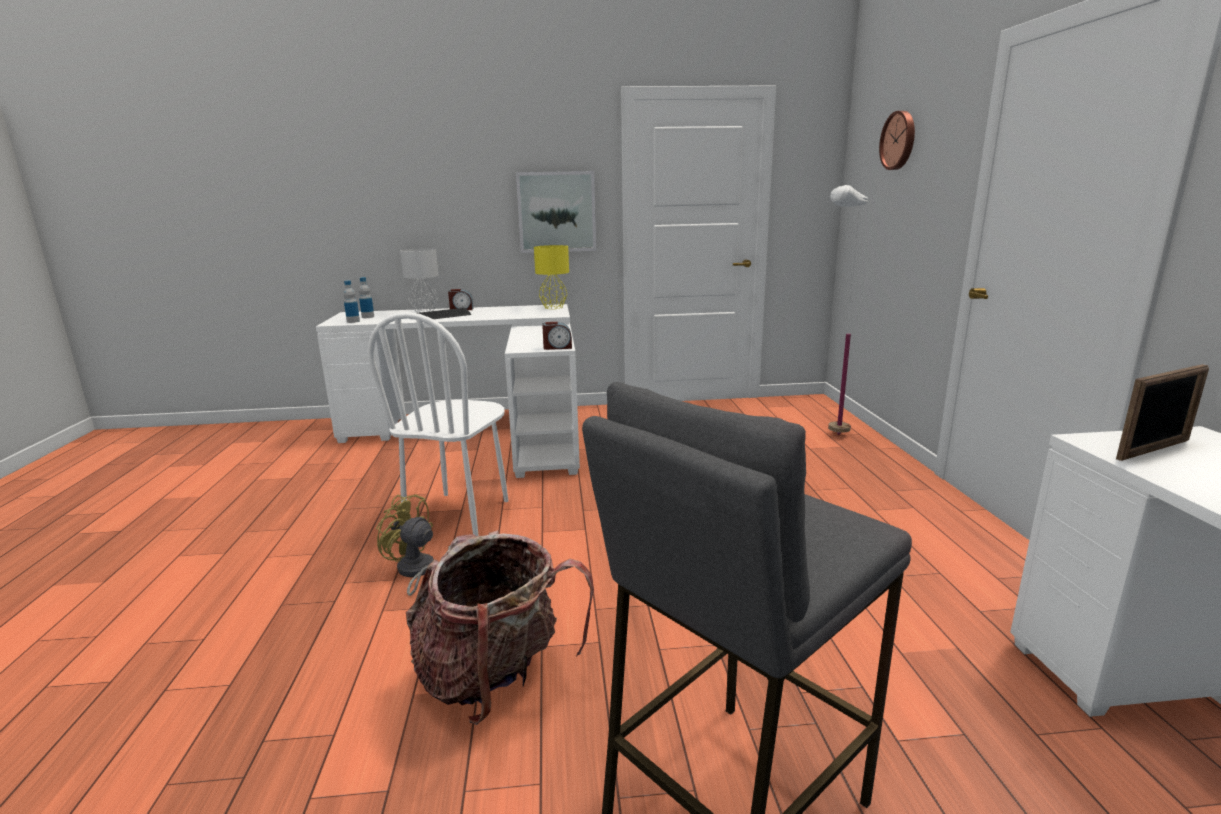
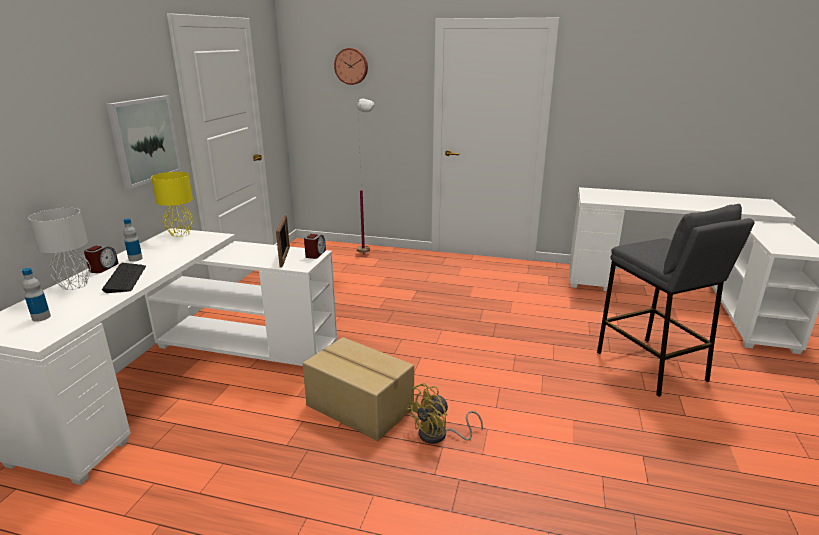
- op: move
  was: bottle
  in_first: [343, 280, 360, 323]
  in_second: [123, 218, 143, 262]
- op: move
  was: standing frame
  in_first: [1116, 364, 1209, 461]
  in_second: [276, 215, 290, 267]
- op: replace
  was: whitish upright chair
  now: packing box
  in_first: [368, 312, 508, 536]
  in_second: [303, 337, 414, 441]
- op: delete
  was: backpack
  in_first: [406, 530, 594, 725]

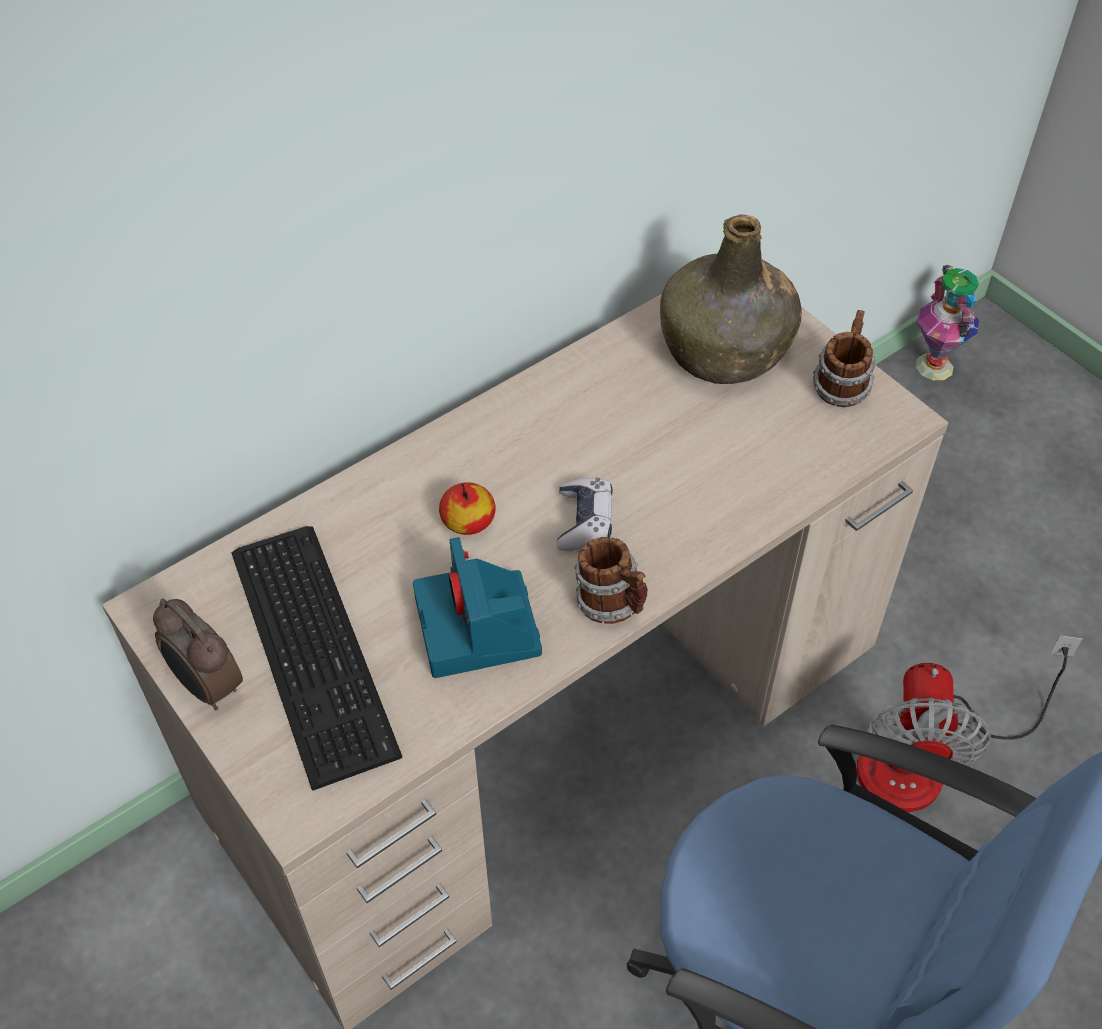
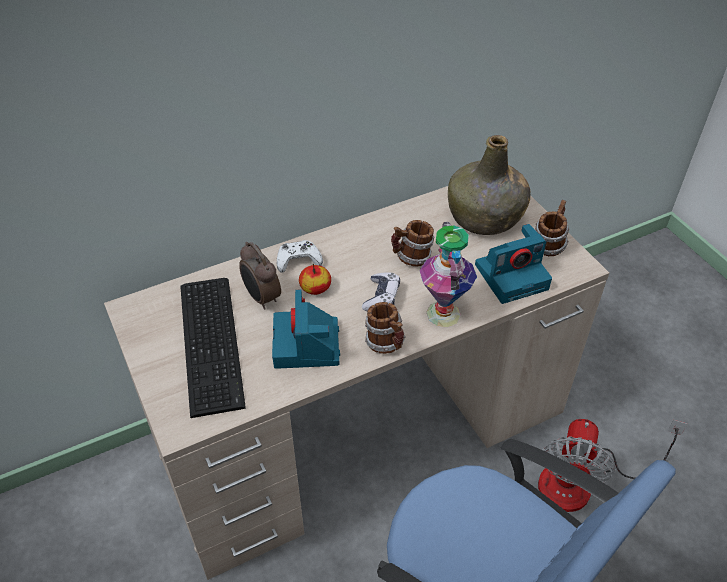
- op: move
  was: alarm clock
  in_first: [153, 599, 243, 710]
  in_second: [239, 242, 281, 310]
- op: insert
  now: whitish game controller
  in_second: [277, 240, 323, 273]
- op: insert
  now: tea mug
  in_second: [391, 220, 434, 267]
- op: move
  was: flower vase
  in_first: [915, 265, 979, 380]
  in_second: [419, 222, 477, 327]
- op: insert
  now: photo camera
  in_second: [475, 224, 552, 304]

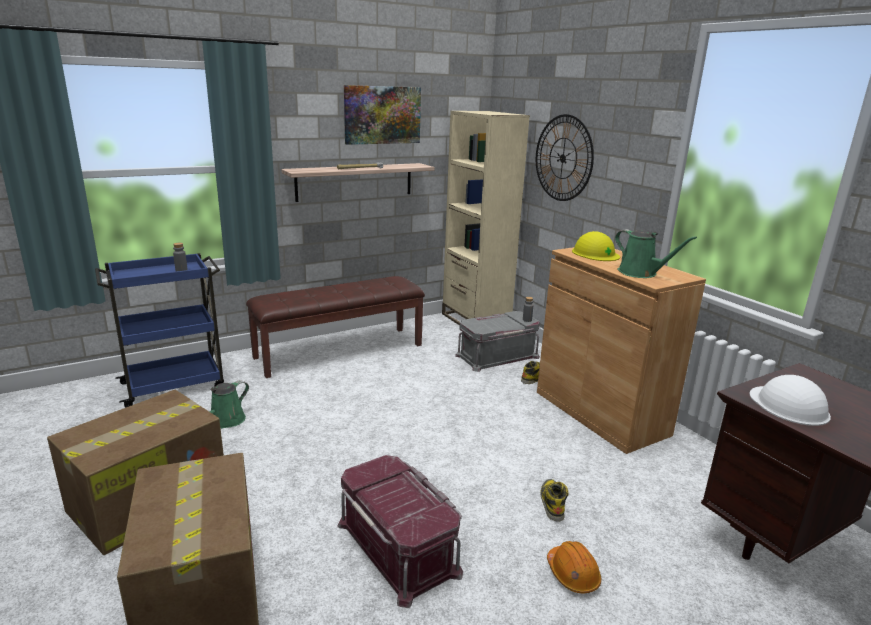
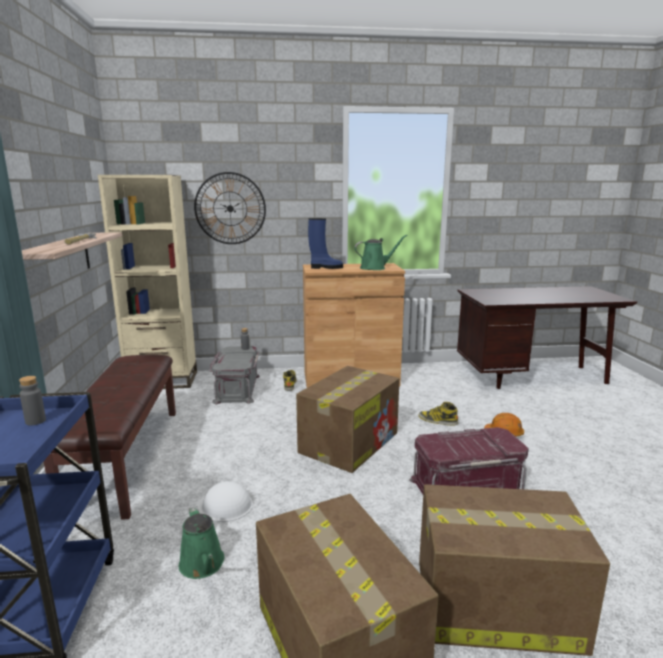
- op: move
  was: whitish hard hat
  in_first: [749, 375, 831, 426]
  in_second: [195, 481, 253, 522]
- op: insert
  now: packing box
  in_second: [296, 366, 400, 473]
- op: replace
  was: yellowish hard hat
  now: blue tall boot
  in_first: [572, 231, 620, 261]
  in_second: [308, 218, 343, 269]
- op: delete
  was: picture
  in_first: [344, 85, 421, 145]

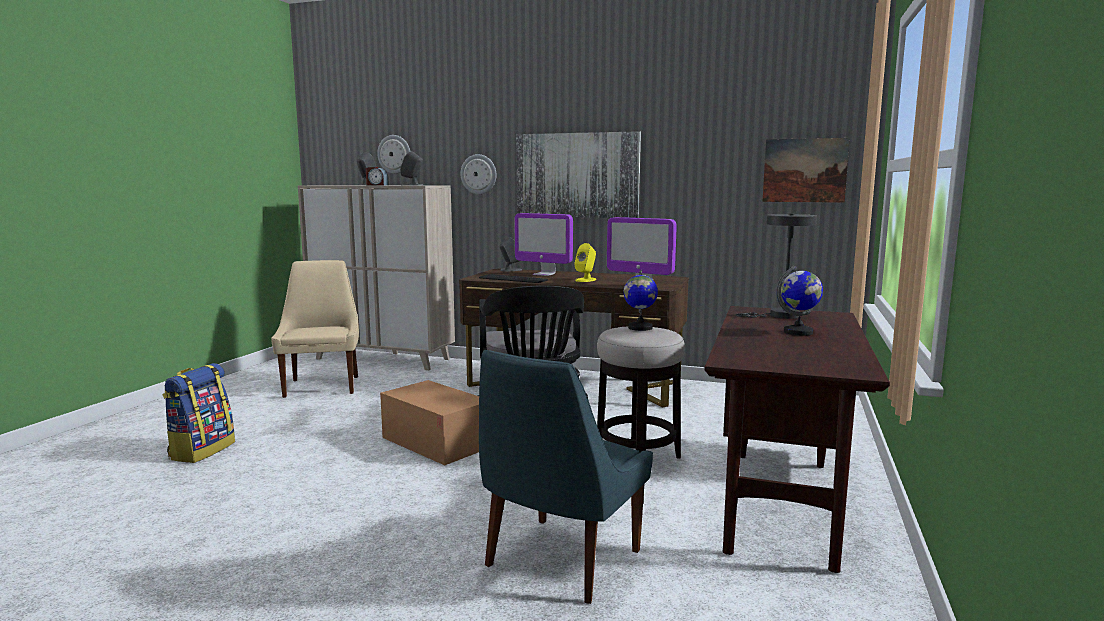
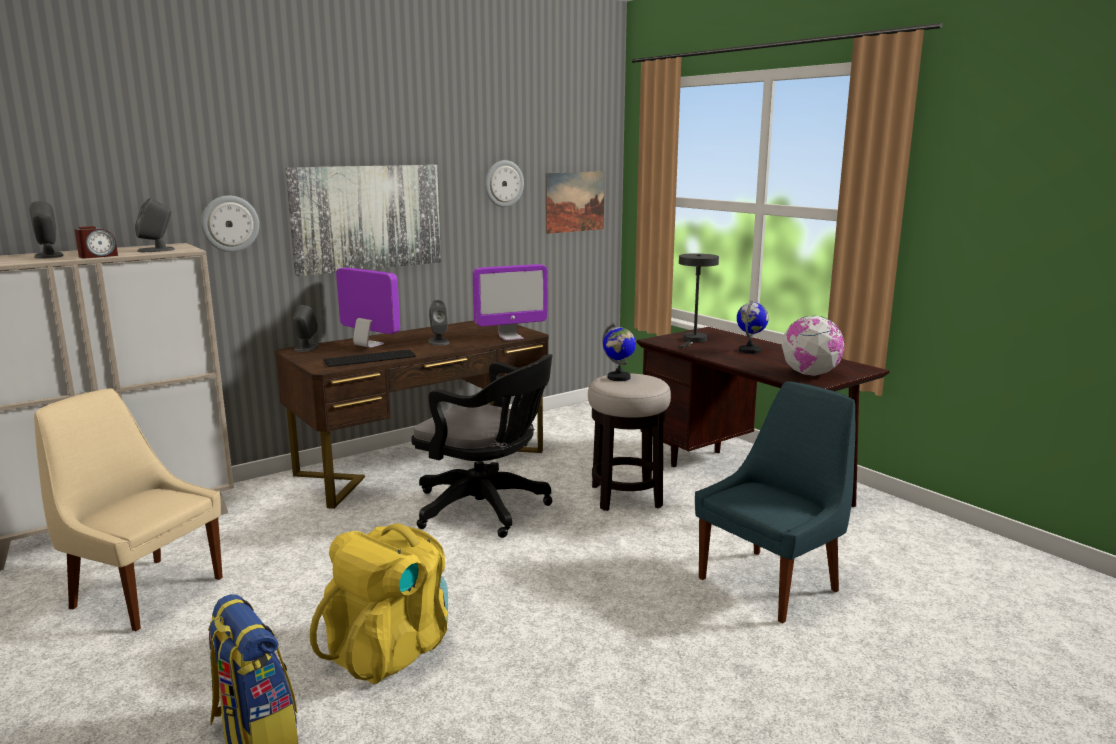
- op: insert
  now: yellowish backpack
  in_second: [310, 523, 448, 684]
- op: rotate
  was: monitor
  in_first: [515, 213, 573, 276]
  in_second: [336, 267, 400, 348]
  clockwise: -120
- op: recolor
  was: yellowish loudspeaker
  now: grey loudspeaker
  in_first: [574, 243, 596, 282]
  in_second: [428, 300, 449, 346]
- op: move
  was: wall clock
  in_first: [377, 135, 410, 174]
  in_second: [485, 160, 524, 207]
- op: rotate
  was: blue upright chair
  in_first: [479, 350, 653, 604]
  in_second: [695, 381, 855, 624]
  clockwise: -105
- op: insert
  now: world globe
  in_second: [782, 316, 844, 376]
- op: delete
  was: packing box
  in_first: [380, 380, 479, 465]

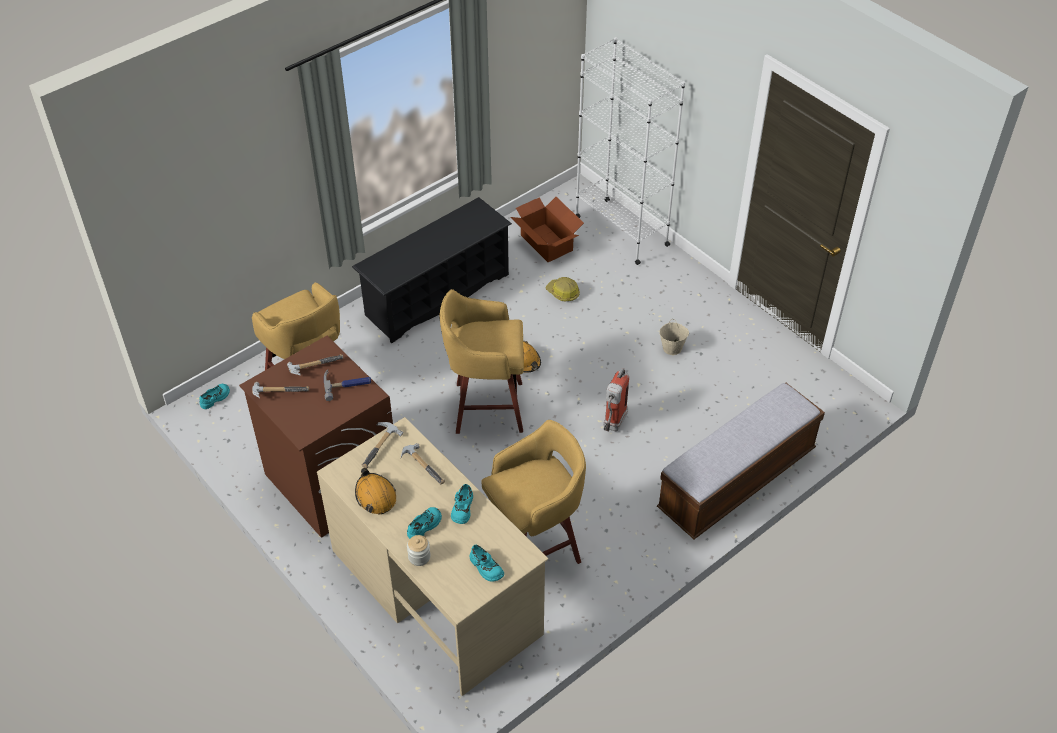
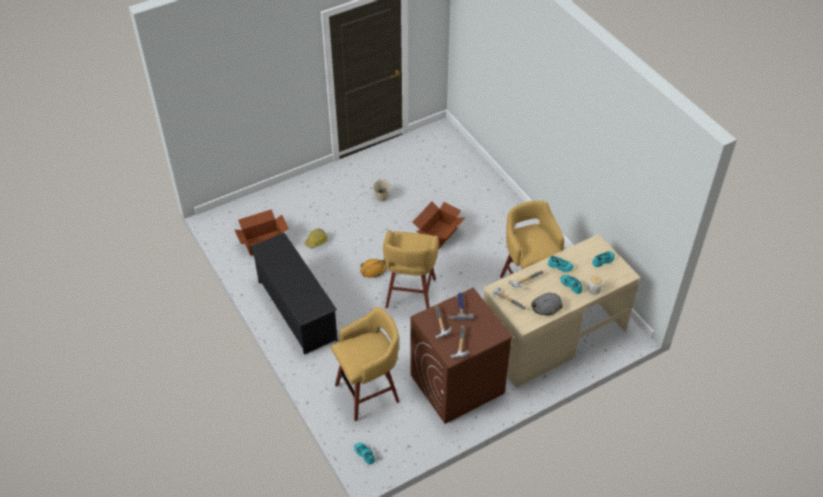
- op: replace
  was: fire extinguisher
  now: packing box
  in_first: [603, 368, 629, 431]
  in_second: [413, 202, 465, 250]
- op: recolor
  was: orange-coloured hard hat
  now: grey hard hat
  in_first: [355, 468, 396, 514]
  in_second: [531, 293, 563, 315]
- op: delete
  was: whitish bookshelf
  in_first: [576, 37, 685, 265]
- op: delete
  was: long seat
  in_first: [657, 383, 825, 539]

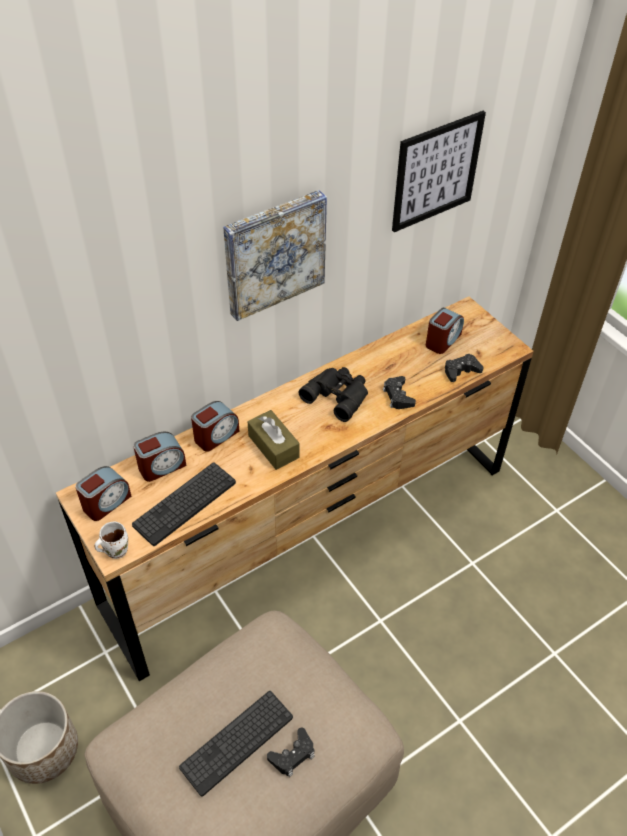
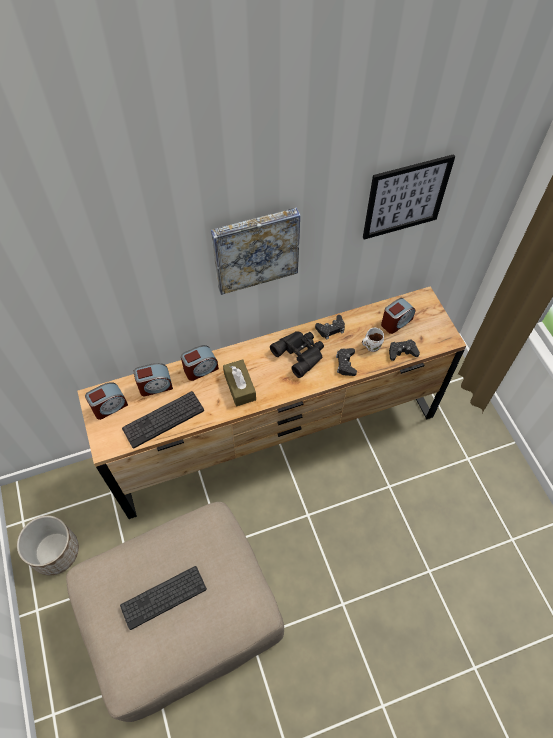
- op: move
  was: blackish game controller
  in_first: [267, 727, 314, 777]
  in_second: [315, 315, 345, 340]
- op: move
  was: whitish tea mug
  in_first: [94, 522, 128, 559]
  in_second: [362, 328, 384, 352]

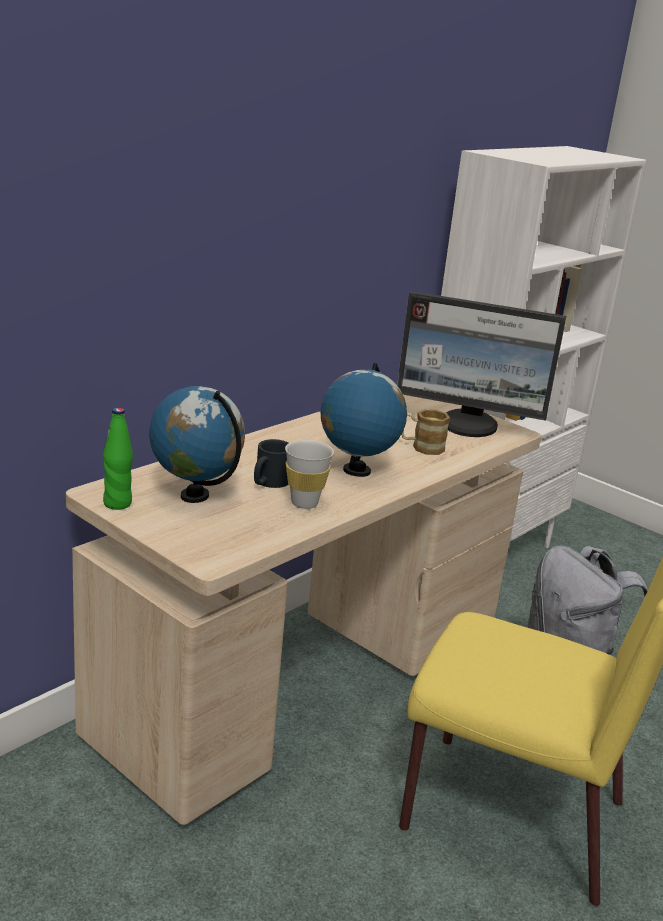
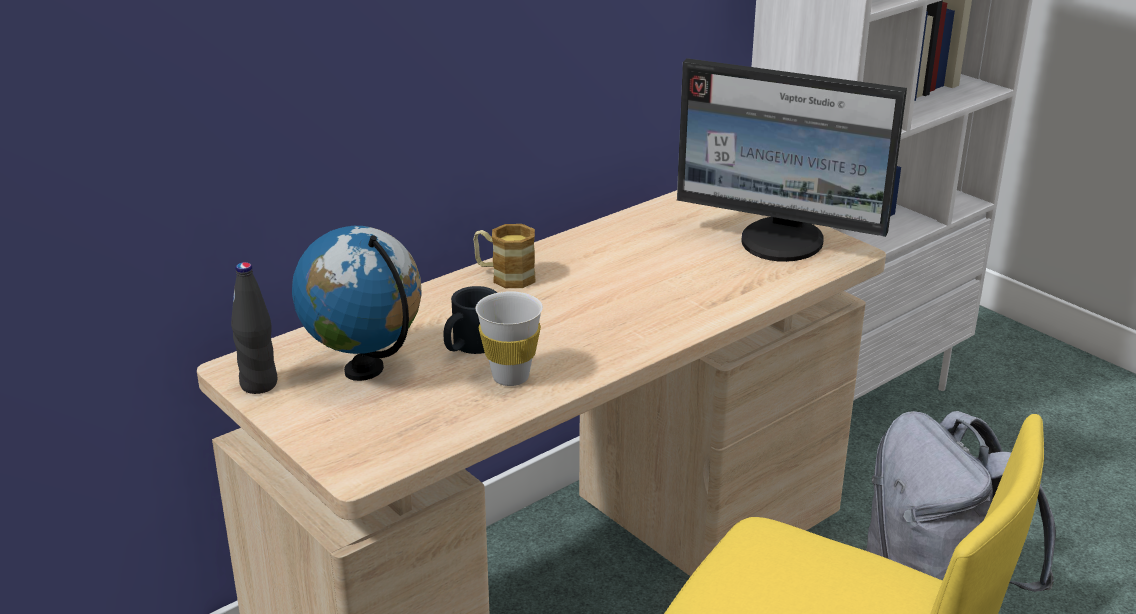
- op: recolor
  was: green-coloured bottle
  now: blackish bottle
  in_first: [103, 408, 133, 510]
  in_second: [231, 262, 277, 394]
- op: move
  was: tea mug
  in_first: [401, 409, 450, 455]
  in_second: [473, 224, 535, 288]
- op: delete
  was: world globe
  in_first: [320, 363, 407, 477]

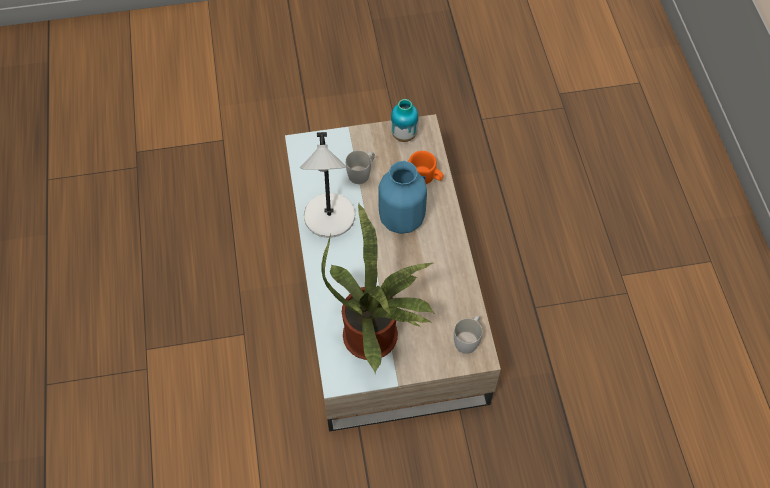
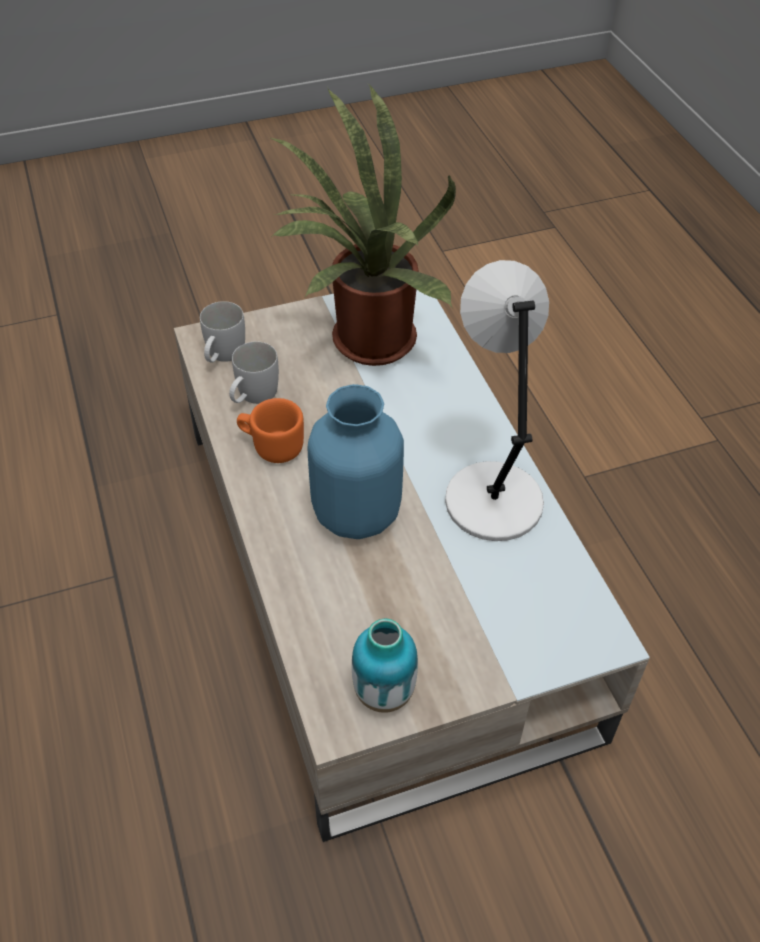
- op: move
  was: whitish tea mug
  in_first: [346, 150, 375, 184]
  in_second: [229, 342, 279, 404]
- op: move
  was: orange-coloured tea mug
  in_first: [409, 151, 443, 184]
  in_second: [237, 398, 304, 463]

